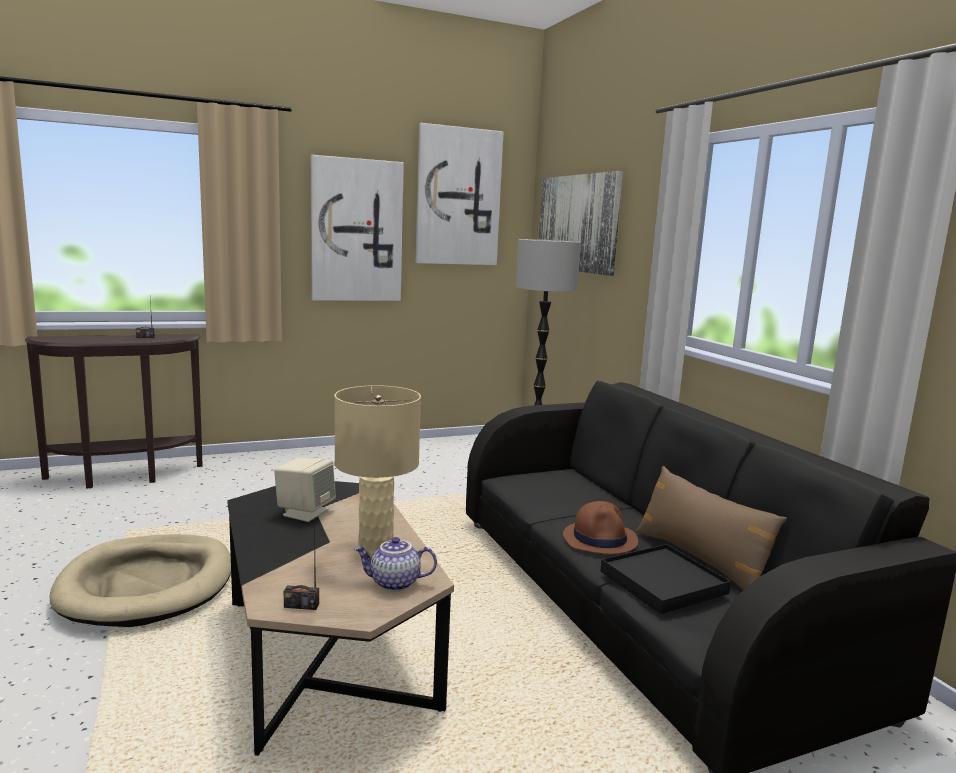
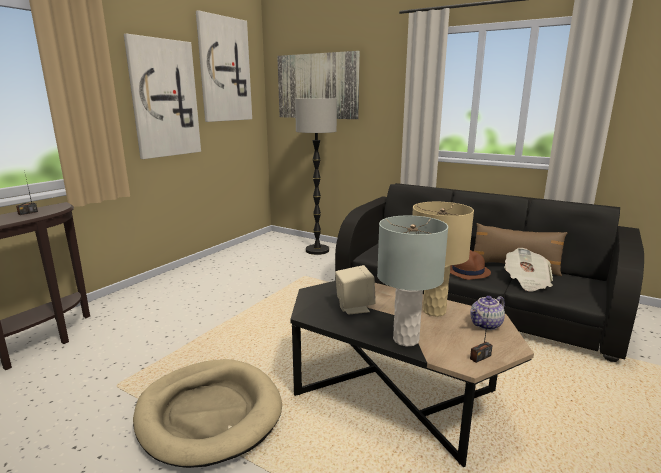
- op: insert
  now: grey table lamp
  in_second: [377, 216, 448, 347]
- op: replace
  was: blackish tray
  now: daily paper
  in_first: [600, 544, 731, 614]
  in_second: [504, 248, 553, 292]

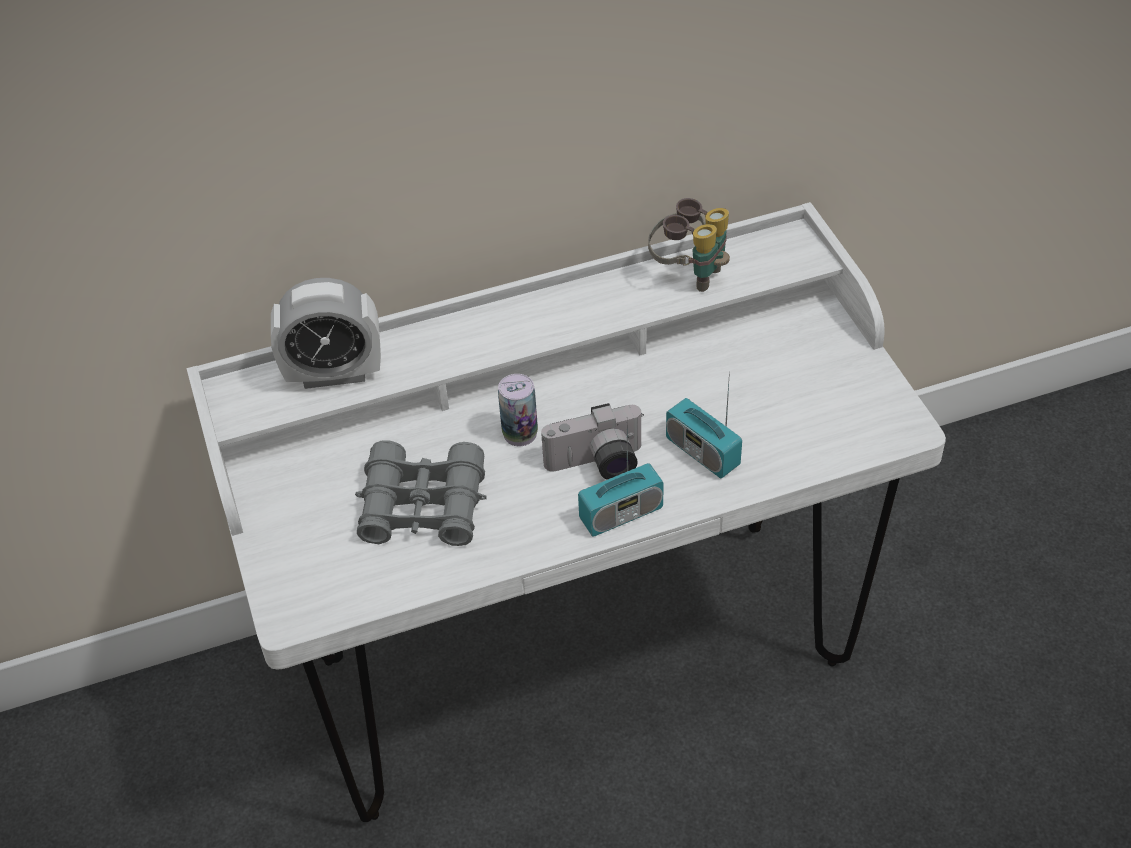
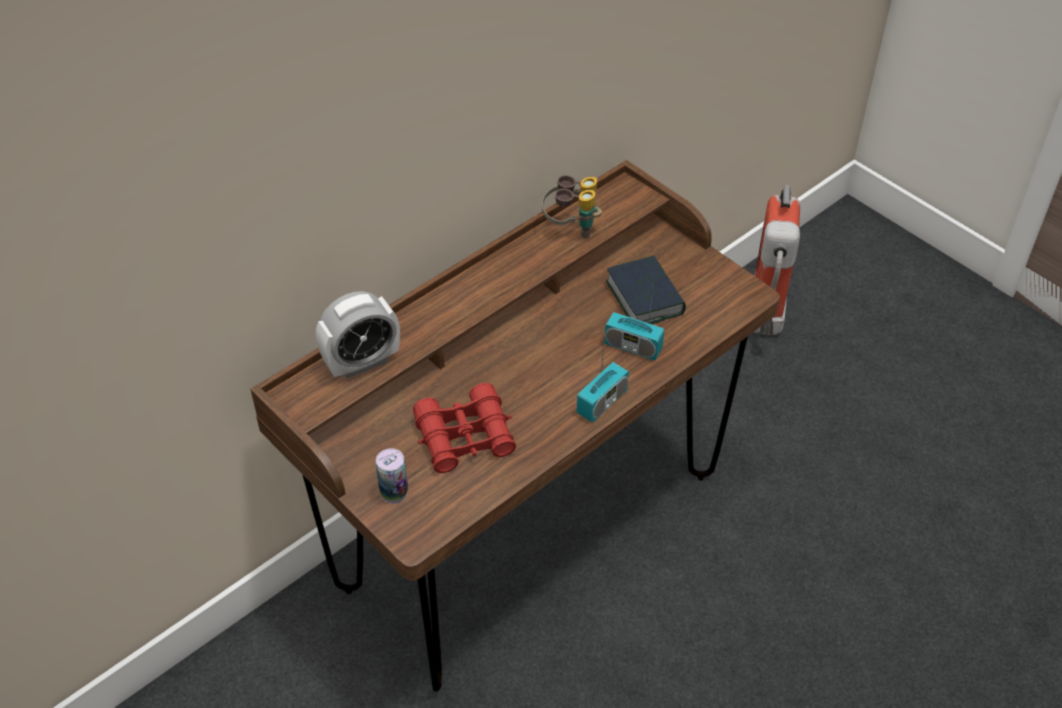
- op: recolor
  was: whitish desk table
  now: brown-coloured desk table
  in_first: [187, 202, 946, 822]
  in_second: [250, 160, 780, 692]
- op: move
  was: sealed can
  in_first: [498, 374, 538, 446]
  in_second: [376, 448, 408, 504]
- op: recolor
  was: grey field glasses
  now: red field glasses
  in_first: [355, 440, 486, 546]
  in_second: [413, 383, 516, 473]
- op: insert
  now: volume
  in_second: [606, 256, 686, 324]
- op: insert
  now: fire extinguisher
  in_second: [753, 184, 800, 335]
- op: delete
  was: photo camera
  in_first: [541, 403, 644, 480]

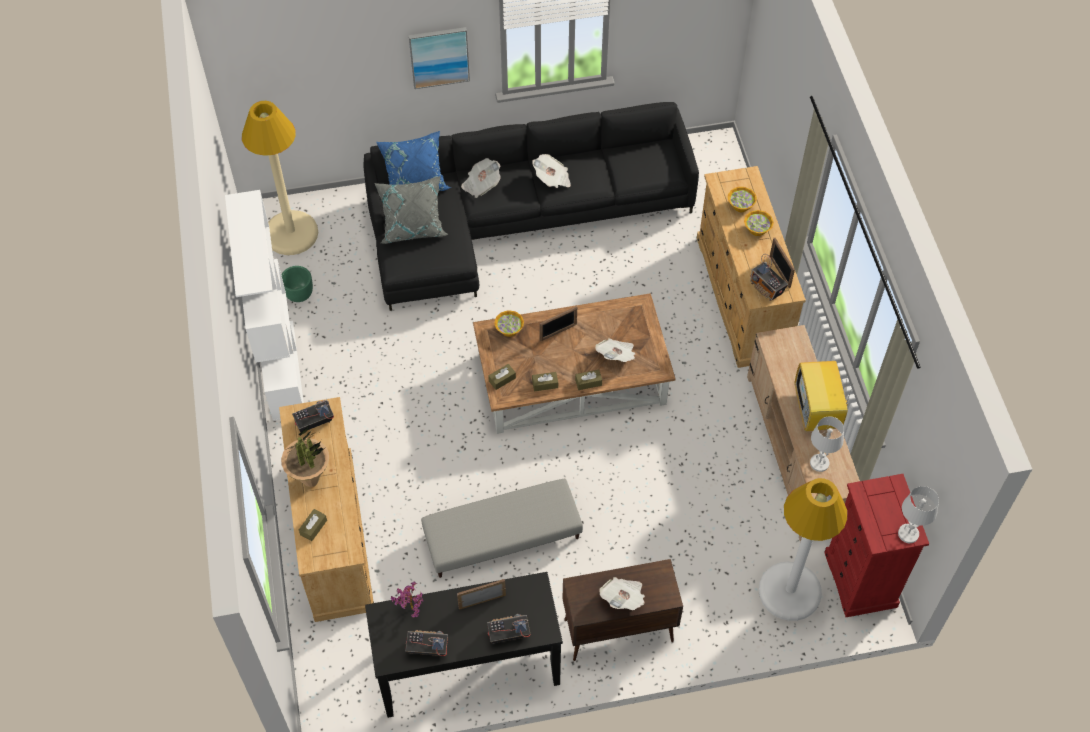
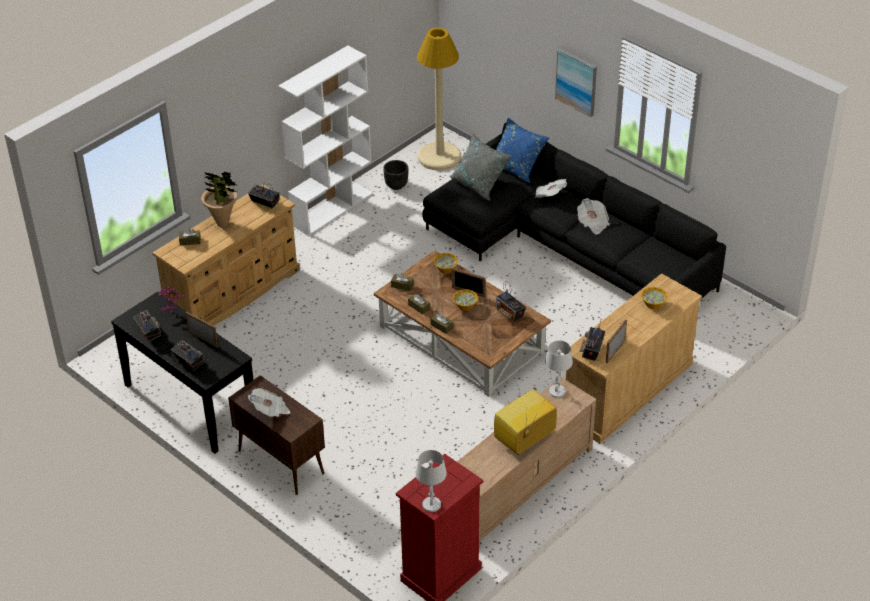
- op: recolor
  was: green-coloured planter
  now: blackish planter
  in_first: [281, 266, 313, 302]
  in_second: [383, 160, 408, 190]
- op: move
  was: bowl
  in_first: [744, 210, 774, 236]
  in_second: [453, 289, 478, 311]
- op: insert
  now: radio receiver
  in_second: [496, 281, 526, 322]
- op: move
  was: whitish table lamp
  in_first: [810, 416, 844, 472]
  in_second: [545, 340, 573, 398]
- op: delete
  was: grey footrest
  in_first: [421, 479, 583, 578]
- op: delete
  was: daily paper
  in_first: [595, 338, 635, 362]
- op: delete
  was: whitish floor lamp
  in_first: [759, 478, 847, 621]

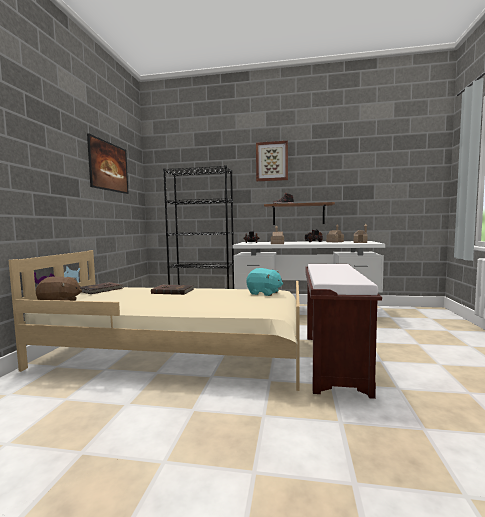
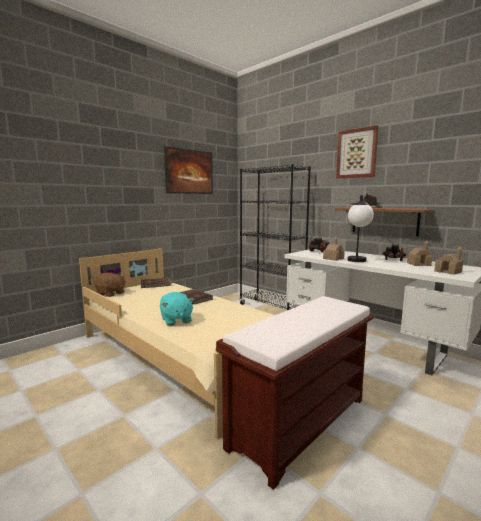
- op: move
  was: blue-green plush toy
  in_first: [246, 268, 283, 296]
  in_second: [160, 292, 194, 326]
- op: insert
  now: table lamp
  in_second: [347, 195, 374, 262]

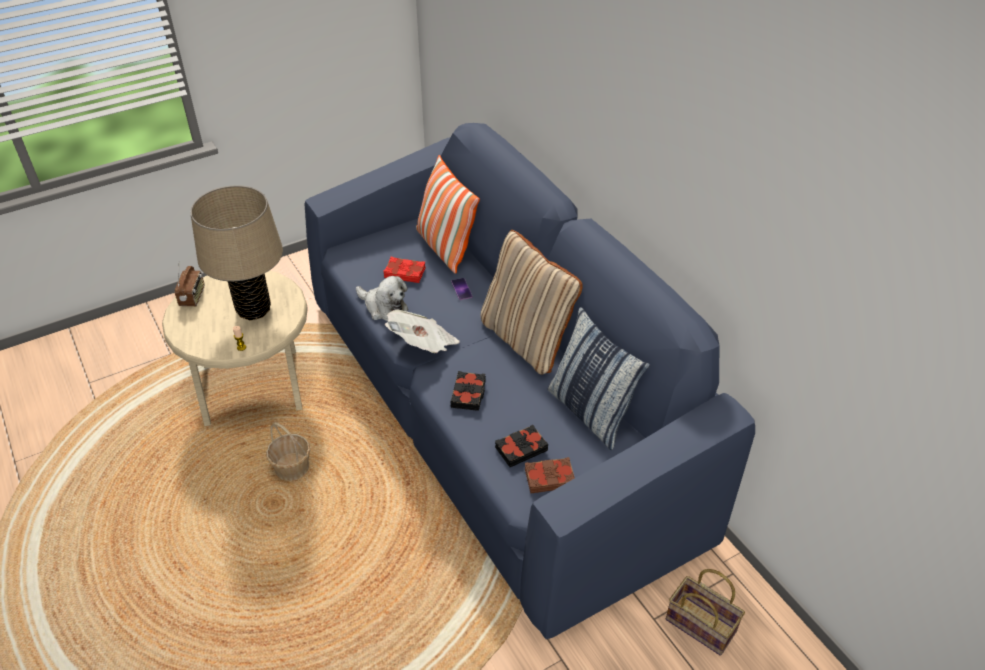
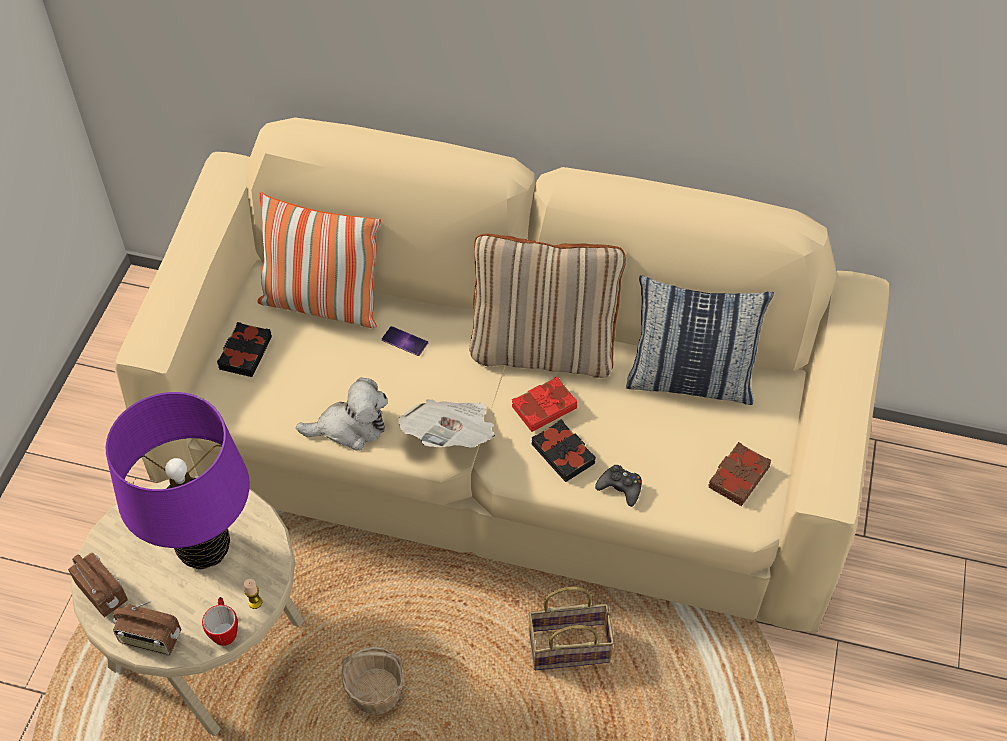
- op: recolor
  was: beige-coloured table lamp
  now: purple-coloured table lamp
  in_first: [190, 185, 283, 320]
  in_second: [106, 392, 250, 570]
- op: insert
  now: radio receiver
  in_second: [113, 601, 181, 655]
- op: recolor
  was: blue sofa
  now: beige-coloured sofa
  in_first: [304, 123, 755, 639]
  in_second: [115, 117, 889, 634]
- op: insert
  now: tea mug
  in_second: [202, 597, 238, 646]
- op: move
  was: blackish volume
  in_first: [495, 425, 548, 467]
  in_second: [217, 322, 272, 377]
- op: move
  was: red volume
  in_first: [383, 257, 425, 283]
  in_second: [512, 376, 578, 432]
- op: move
  was: household basket
  in_first: [666, 569, 745, 656]
  in_second: [528, 587, 615, 670]
- op: insert
  now: blackish game controller
  in_second: [595, 465, 642, 507]

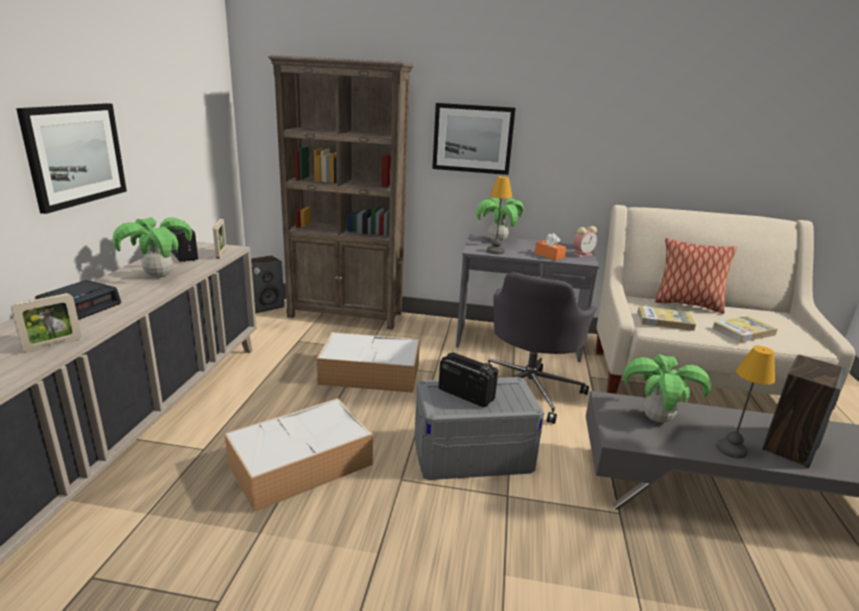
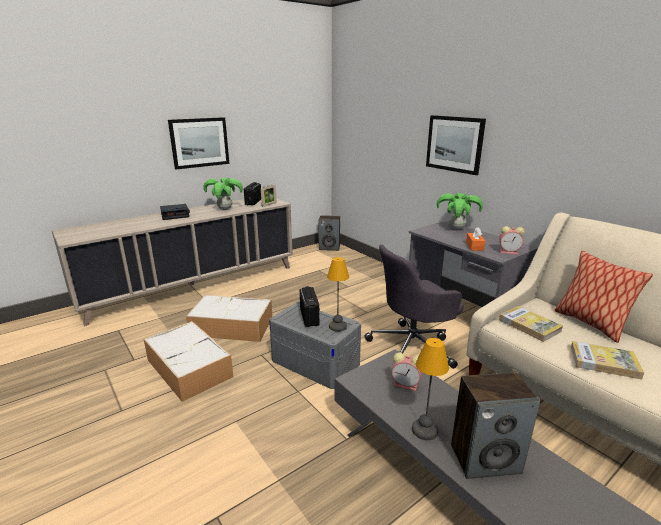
- op: move
  was: storage container
  in_first: [317, 332, 420, 393]
  in_second: [144, 321, 233, 402]
- op: move
  was: table lamp
  in_first: [486, 176, 512, 254]
  in_second: [327, 257, 349, 332]
- op: replace
  was: potted plant
  now: alarm clock
  in_first: [624, 354, 711, 423]
  in_second: [391, 353, 422, 391]
- op: delete
  was: standing frame
  in_first: [11, 293, 82, 353]
- op: delete
  was: brown-coloured bookshelf
  in_first: [268, 55, 414, 330]

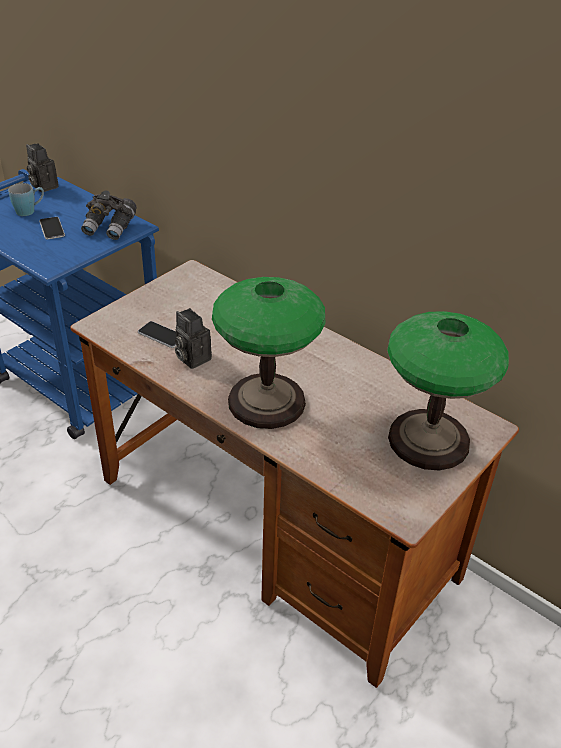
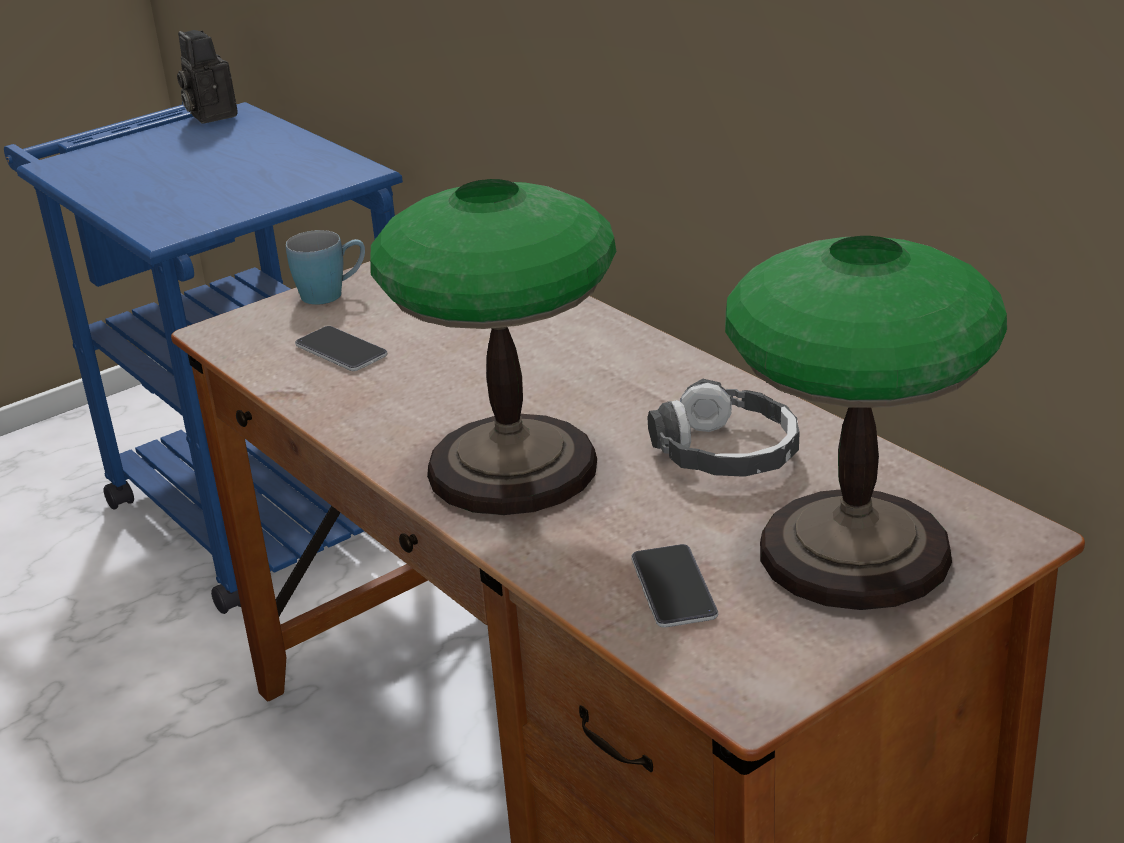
- op: move
  was: blue tea mug
  in_first: [8, 183, 44, 216]
  in_second: [286, 230, 365, 305]
- op: move
  was: handset
  in_first: [39, 217, 65, 240]
  in_second: [631, 544, 718, 628]
- op: insert
  now: pair of headphones
  in_second: [647, 379, 800, 477]
- op: delete
  was: grey field glasses
  in_first: [81, 190, 137, 240]
- op: delete
  was: photo camera
  in_first: [175, 308, 212, 369]

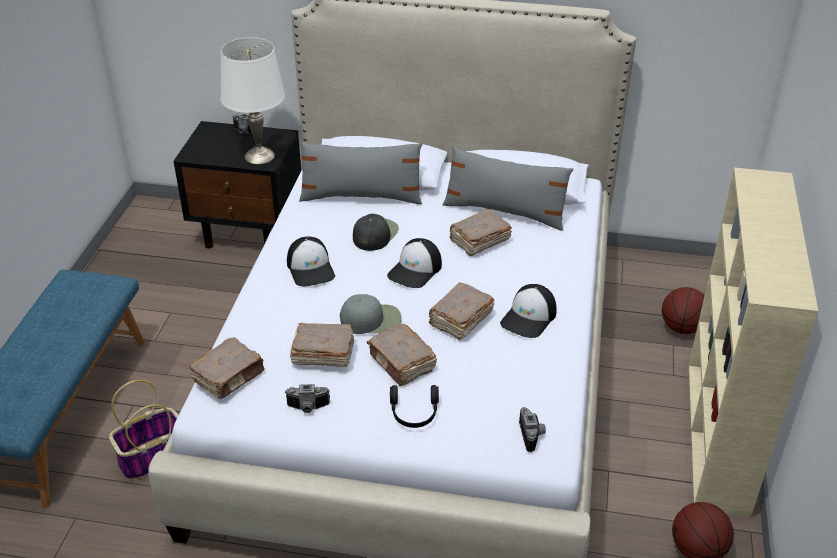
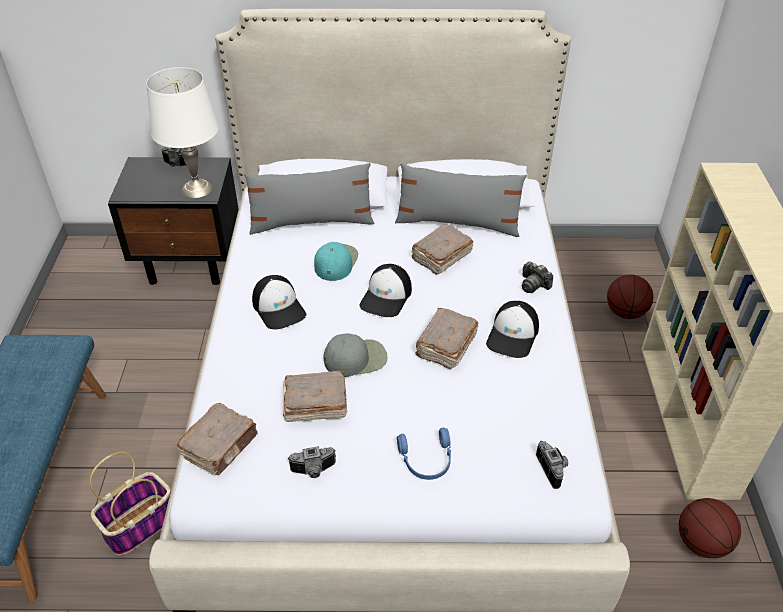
- op: recolor
  was: blackish peaked cap
  now: blue-green peaked cap
  in_first: [353, 214, 399, 251]
  in_second: [314, 242, 358, 281]
- op: recolor
  was: blackish pair of headphones
  now: blue pair of headphones
  in_first: [390, 385, 439, 428]
  in_second: [397, 428, 451, 480]
- op: insert
  now: photo camera
  in_second: [522, 262, 553, 293]
- op: delete
  was: brown-coloured volume
  in_first: [367, 324, 437, 386]

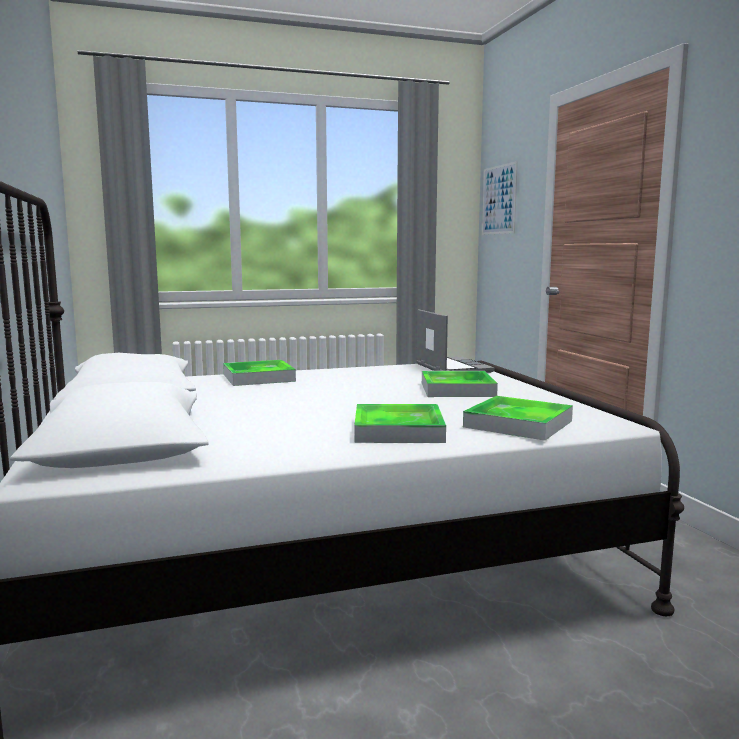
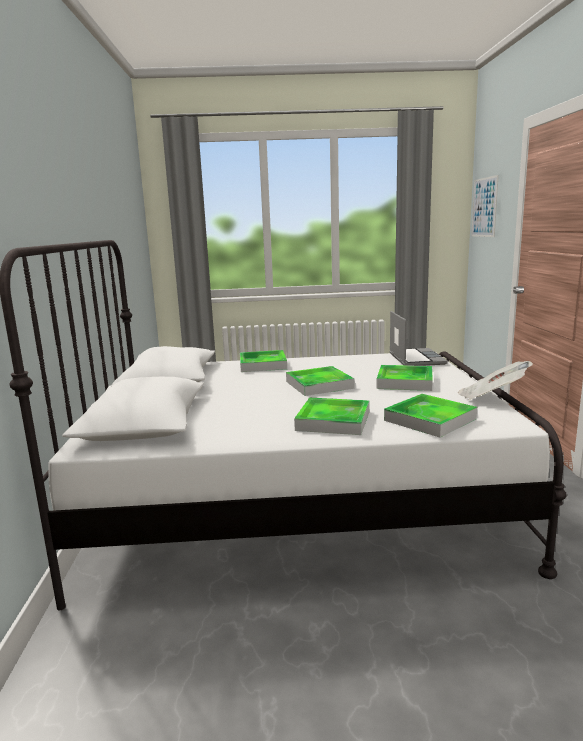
- op: insert
  now: tray
  in_second: [286, 366, 354, 396]
- op: insert
  now: daily paper
  in_second: [458, 361, 533, 400]

